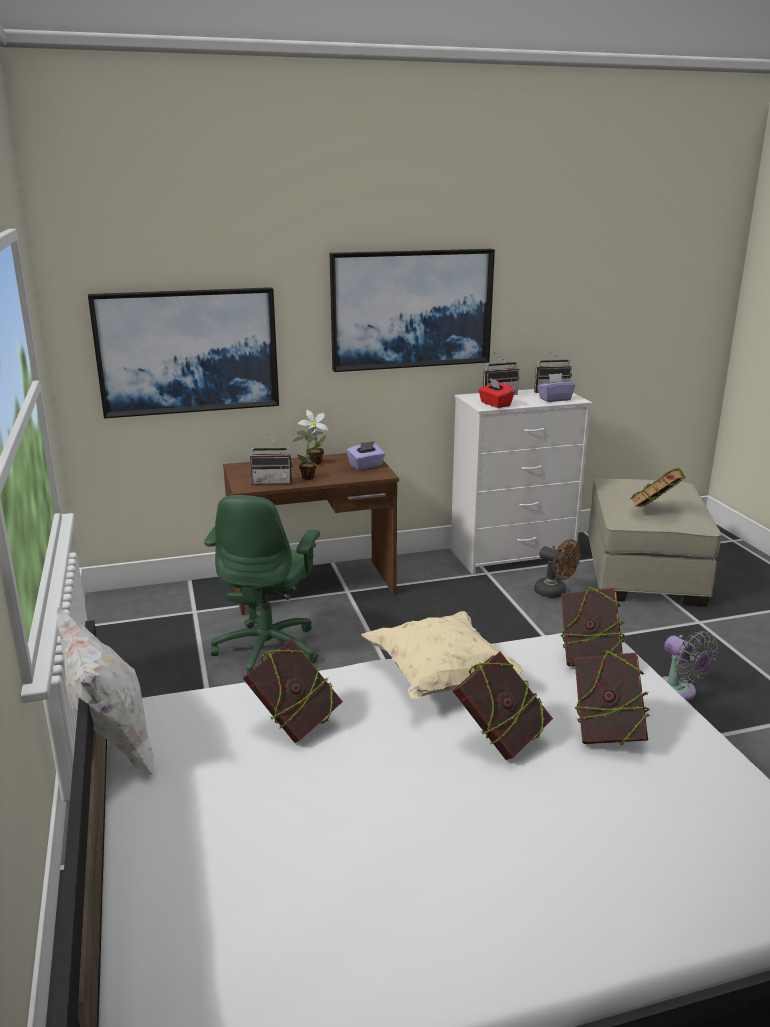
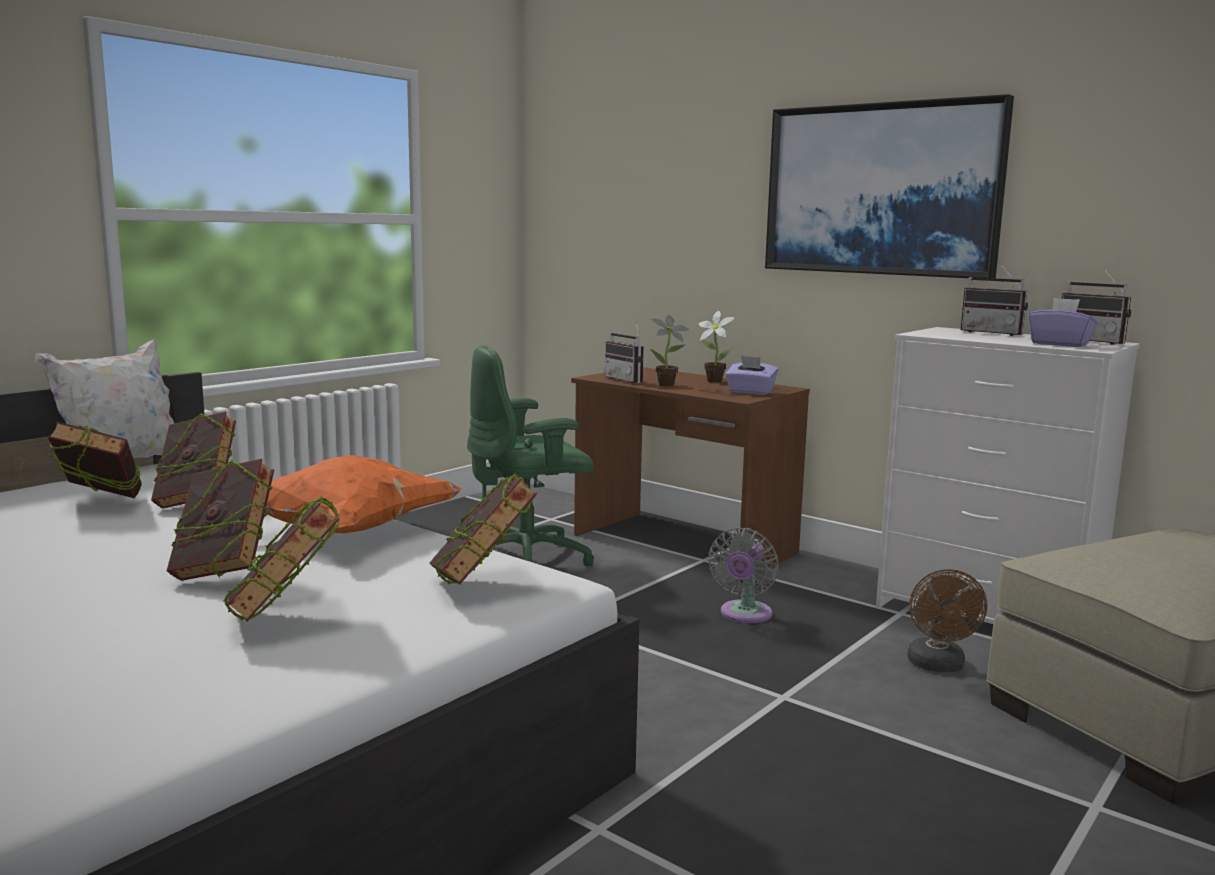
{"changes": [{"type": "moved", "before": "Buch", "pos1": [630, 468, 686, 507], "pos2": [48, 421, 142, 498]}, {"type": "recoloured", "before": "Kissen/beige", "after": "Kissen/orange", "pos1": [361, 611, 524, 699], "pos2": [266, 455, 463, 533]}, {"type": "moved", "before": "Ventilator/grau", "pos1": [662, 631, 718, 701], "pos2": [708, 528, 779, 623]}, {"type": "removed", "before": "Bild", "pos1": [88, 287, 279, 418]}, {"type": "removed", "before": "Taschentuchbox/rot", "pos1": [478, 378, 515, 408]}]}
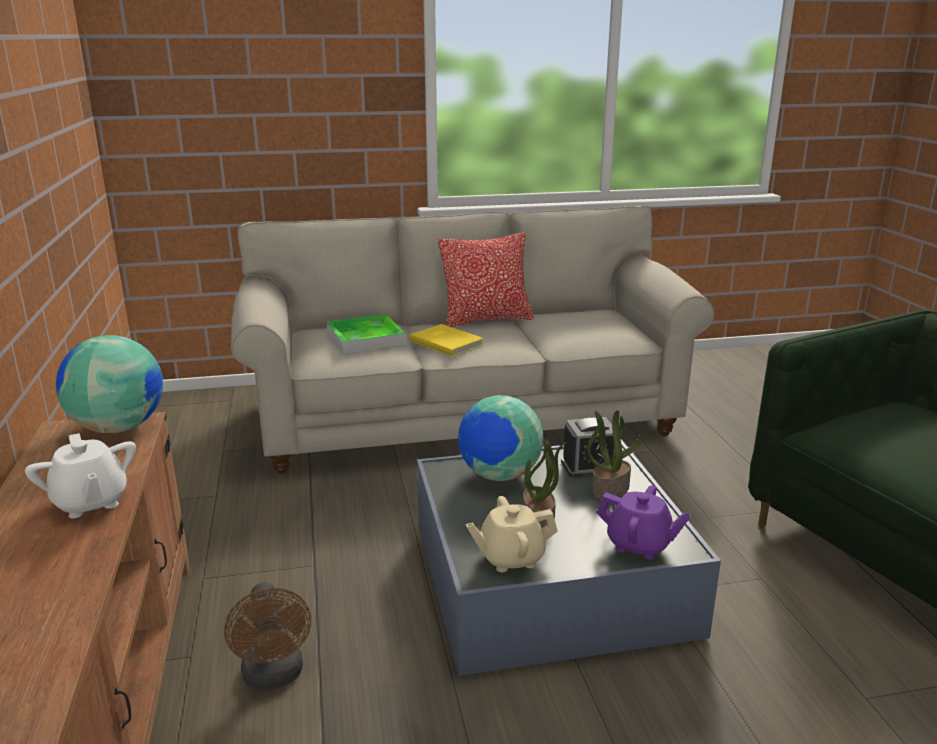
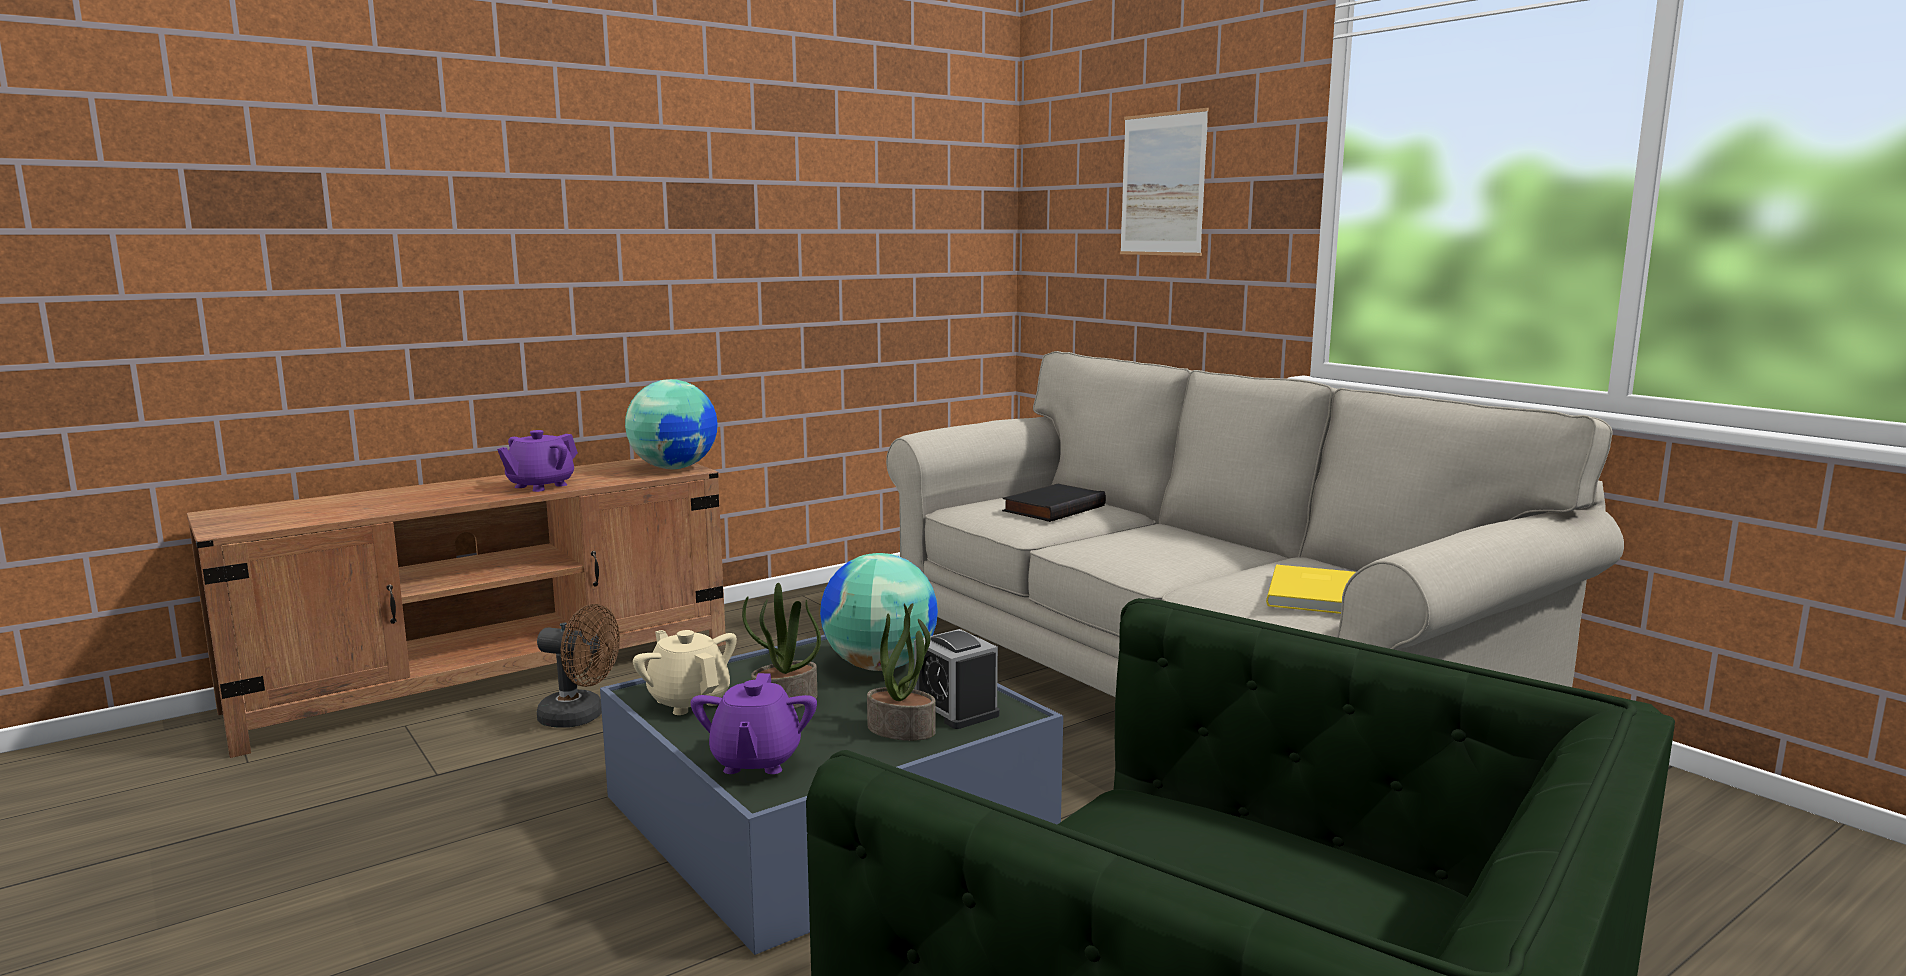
{"changes": [{"type": "recoloured", "before": "Teekanne/weiß", "after": "Teekanne/lila", "pos1": [25, 433, 136, 518], "pos2": [497, 430, 578, 492]}, {"type": "turned", "before": "Ventilator/braun", "pos1": [224, 582, 311, 690], "pos2": [537, 604, 620, 728], "turn": -120}, {"type": "replaced", "before": "Tablett", "after": "Buch/schwarz", "pos1": [327, 314, 406, 354], "pos2": [1002, 484, 1106, 522]}, {"type": "added", "after": "Bild", "pos2": [1120, 108, 1209, 256]}, {"type": "moved", "before": "Buch/gelb", "pos1": [409, 324, 484, 356], "pos2": [1266, 565, 1356, 614]}, {"type": "removed", "before": "Kissen", "pos1": [438, 232, 534, 327]}]}
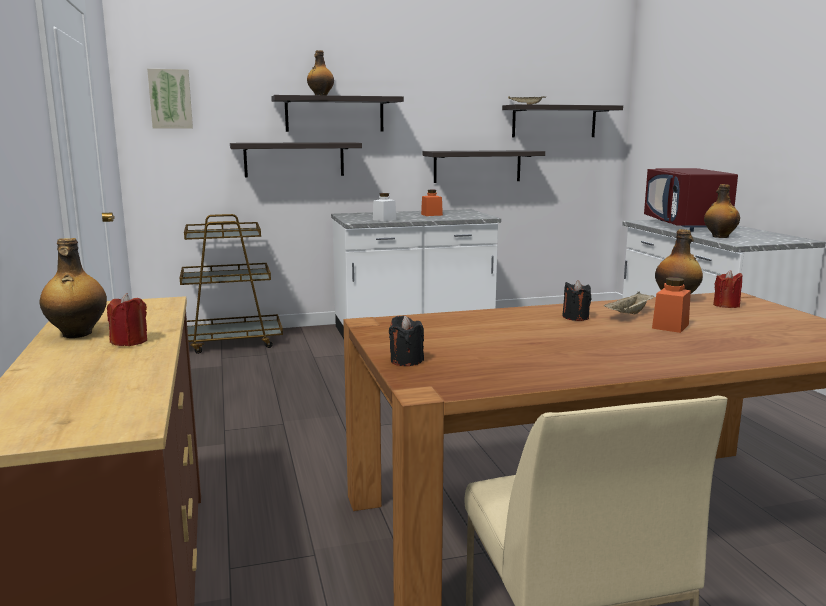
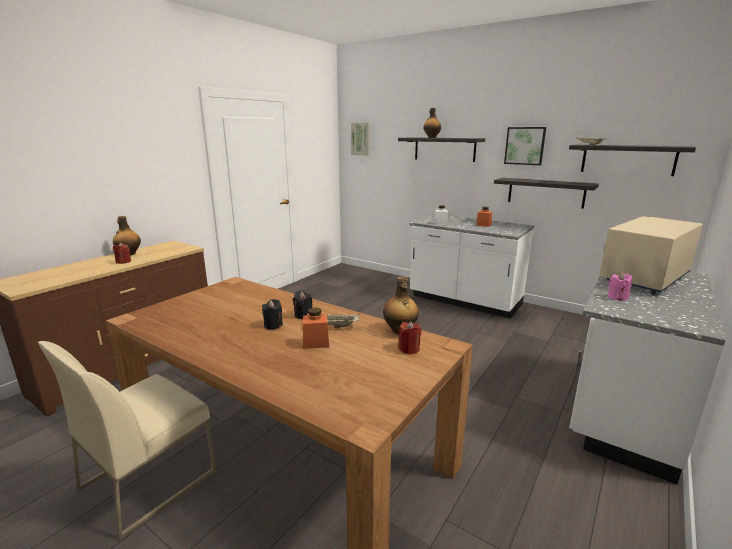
{"changes": [{"type": "moved", "before": "Kerze/schwarz", "pos1": [389, 315, 424, 366], "pos2": [262, 299, 283, 329]}, {"type": "added", "after": "Bild", "pos2": [504, 127, 546, 165]}, {"type": "recoloured", "before": "Mikrowelle/rot", "after": "Mikrowelle/beige", "pos1": [644, 168, 738, 232], "pos2": [599, 216, 703, 295]}, {"type": "replaced", "before": "Flasche", "after": "Kerze/rosa", "pos1": [704, 184, 740, 238], "pos2": [608, 272, 632, 301]}, {"type": "removed", "before": "Rollwagen/braun", "pos1": [180, 214, 283, 354]}, {"type": "removed", "before": "Wandregal", "pos1": [230, 142, 362, 177]}]}
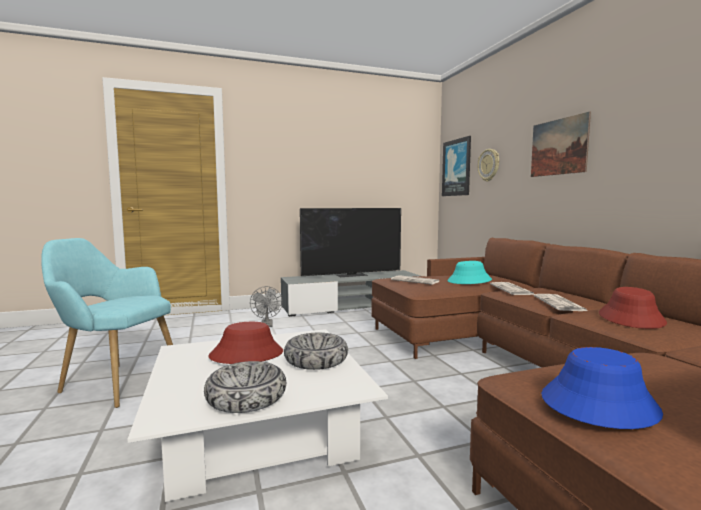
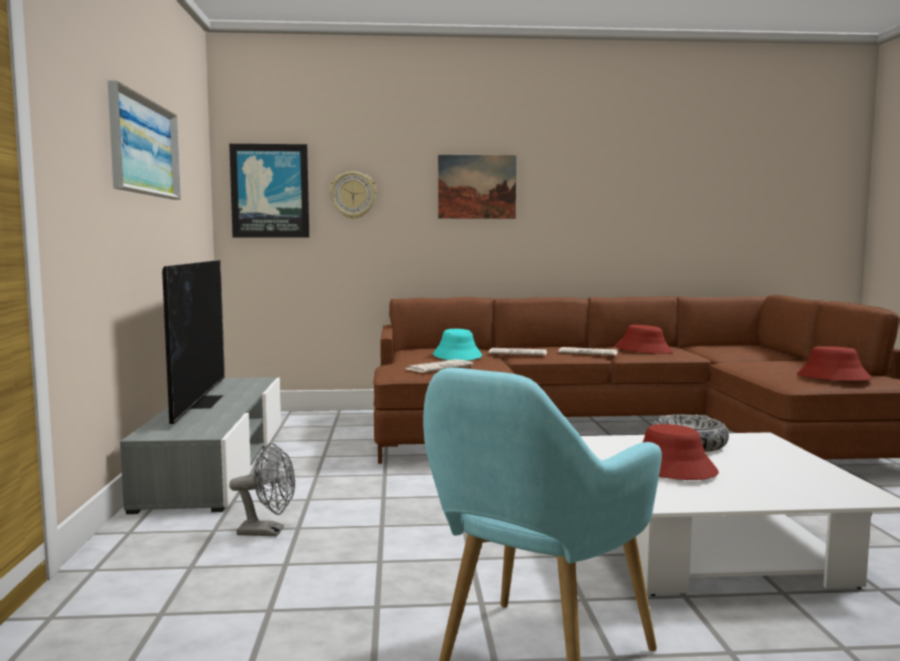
{"changes": [{"type": "added", "after": "Bild", "pos2": [108, 80, 181, 200]}, {"type": "recoloured", "before": "Hut/blau", "after": "Hut/rot", "pos1": [541, 347, 663, 429], "pos2": [797, 346, 872, 381]}, {"type": "removed", "before": "Schüssel", "pos1": [204, 361, 286, 413]}]}
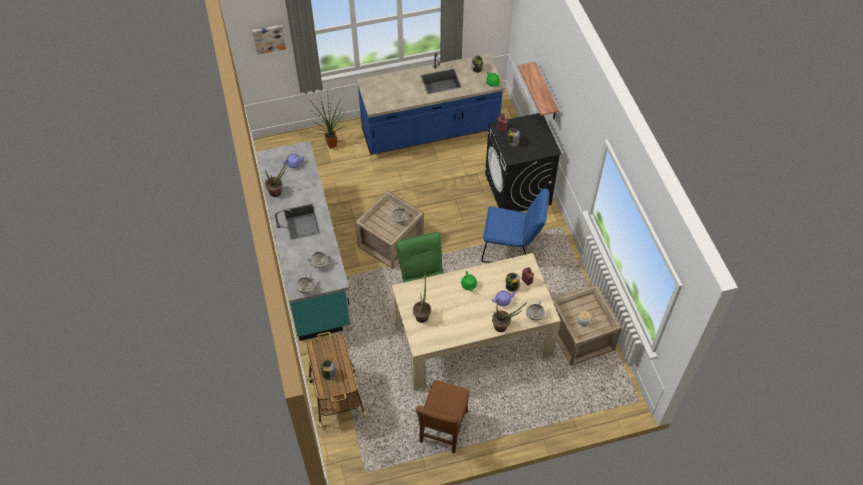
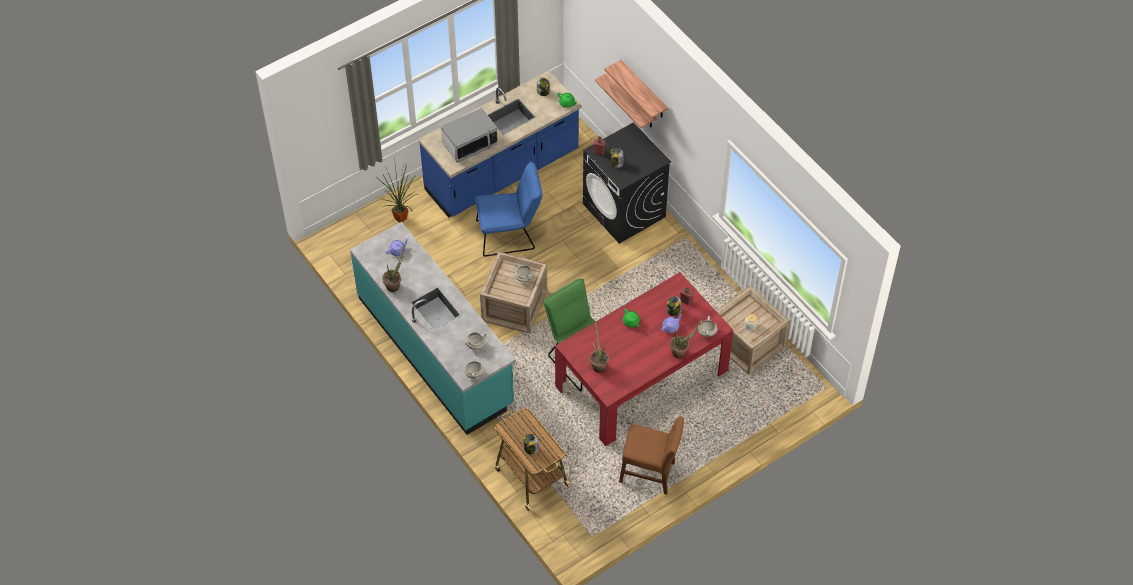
{"changes": [{"type": "added", "after": "Mikrowelle", "pos2": [441, 108, 498, 163]}, {"type": "moved", "before": "Stuhl/blau", "pos1": [481, 188, 549, 263], "pos2": [475, 161, 542, 257]}, {"type": "recoloured", "before": "Esstisch/beige", "after": "Esstisch/rot", "pos1": [392, 253, 561, 391], "pos2": [555, 272, 733, 446]}, {"type": "added", "after": "Wandregal", "pos2": [605, 60, 668, 118]}, {"type": "turned", "before": "Stuhl/braun", "pos1": [416, 380, 470, 454], "pos2": [619, 417, 684, 495], "turn": -75}, {"type": "removed", "before": "Bild", "pos1": [252, 25, 286, 55]}]}
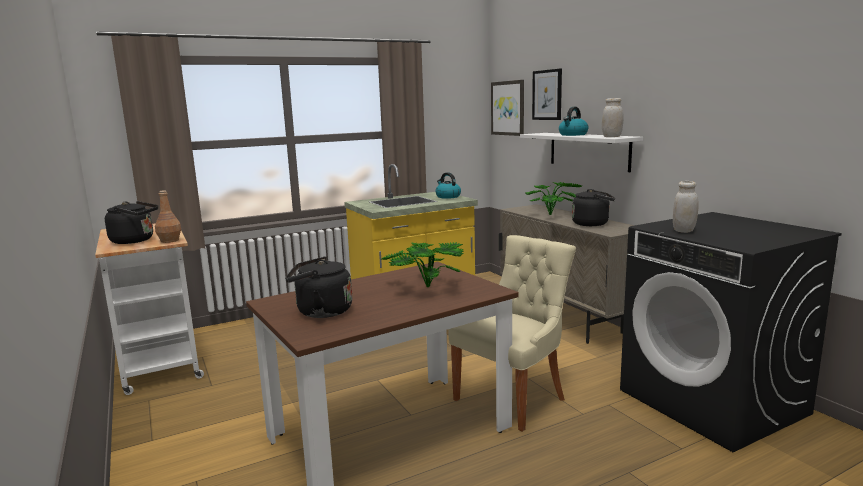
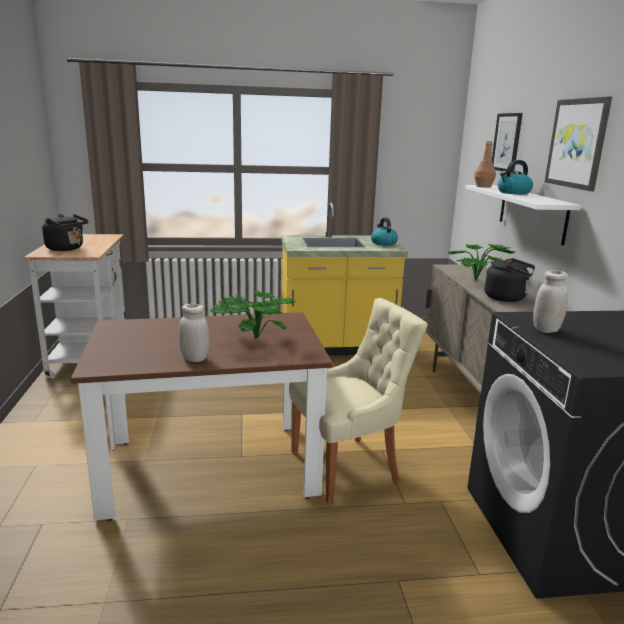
{"changes": [{"type": "moved", "before": "Vorratsglas/weiß", "pos1": [602, 98, 624, 137], "pos2": [179, 304, 209, 362]}, {"type": "moved", "before": "Flasche/braun", "pos1": [155, 190, 181, 243], "pos2": [474, 141, 496, 187]}, {"type": "moved", "before": "Bild", "pos1": [491, 80, 524, 136], "pos2": [545, 96, 612, 191]}, {"type": "removed", "before": "Wasserkessel/schwarz", "pos1": [285, 257, 352, 318]}]}
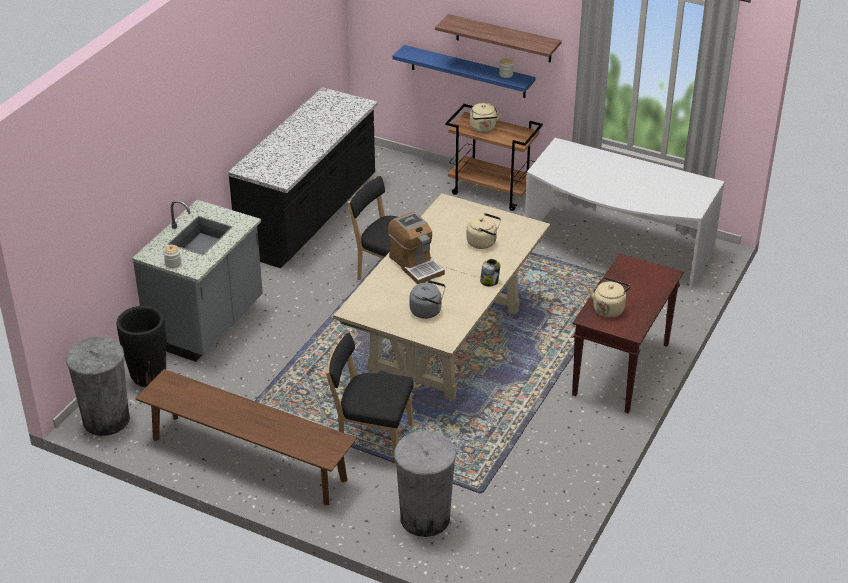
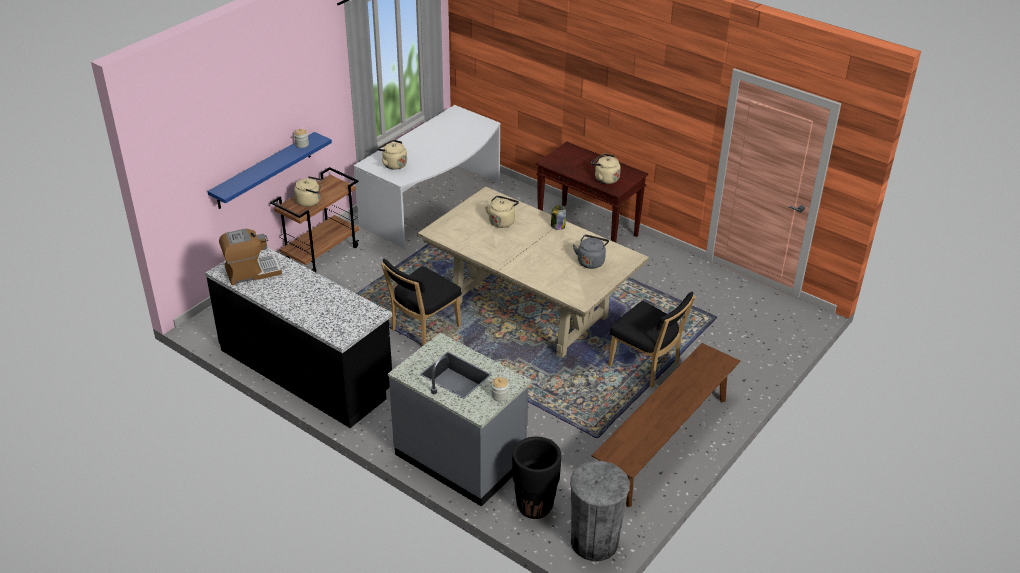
{"changes": [{"type": "moved", "before": "Kaffeemaschine", "pos1": [388, 212, 445, 284], "pos2": [219, 229, 282, 285]}, {"type": "added", "after": "Wasserkessel/beige", "pos2": [377, 140, 407, 170]}, {"type": "turned", "before": "Stuhl/schwarz", "pos1": [326, 332, 414, 464], "pos2": [608, 292, 696, 388], "turn": -75}, {"type": "removed", "before": "Mülleimer/grau", "pos1": [394, 431, 456, 537]}, {"type": "removed", "before": "Wandregal", "pos1": [435, 14, 562, 63]}]}
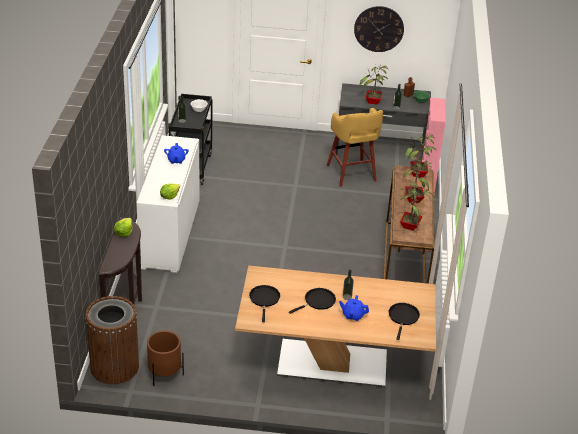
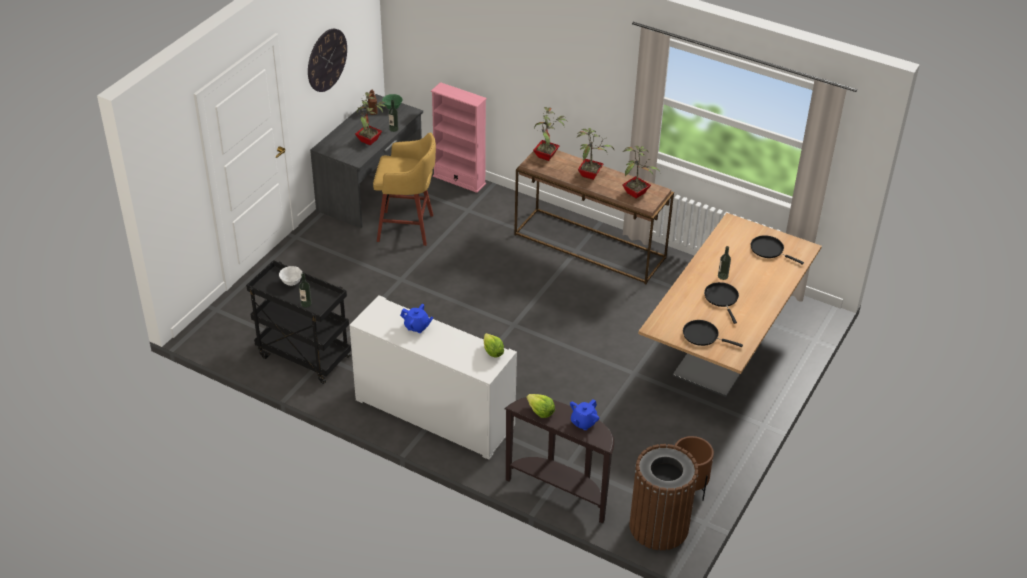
{"changes": [{"type": "moved", "before": "Teekanne/blau", "pos1": [339, 295, 369, 321], "pos2": [570, 399, 599, 430]}]}
